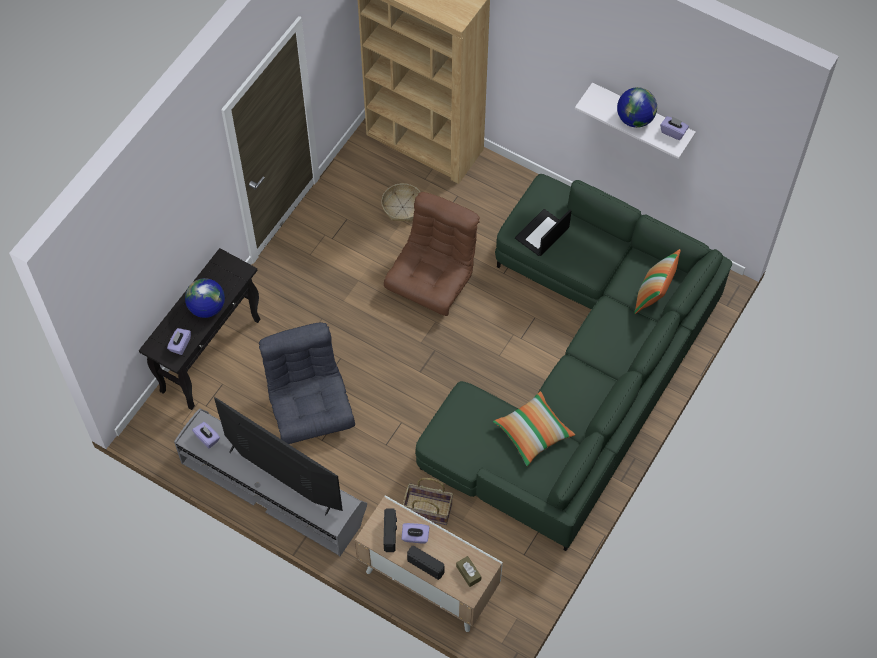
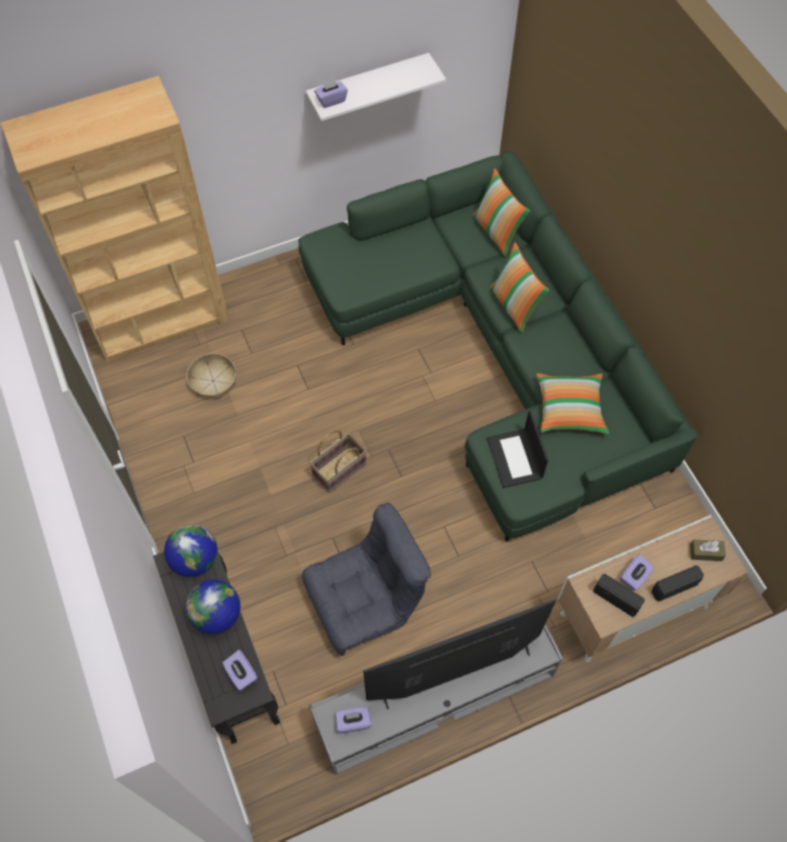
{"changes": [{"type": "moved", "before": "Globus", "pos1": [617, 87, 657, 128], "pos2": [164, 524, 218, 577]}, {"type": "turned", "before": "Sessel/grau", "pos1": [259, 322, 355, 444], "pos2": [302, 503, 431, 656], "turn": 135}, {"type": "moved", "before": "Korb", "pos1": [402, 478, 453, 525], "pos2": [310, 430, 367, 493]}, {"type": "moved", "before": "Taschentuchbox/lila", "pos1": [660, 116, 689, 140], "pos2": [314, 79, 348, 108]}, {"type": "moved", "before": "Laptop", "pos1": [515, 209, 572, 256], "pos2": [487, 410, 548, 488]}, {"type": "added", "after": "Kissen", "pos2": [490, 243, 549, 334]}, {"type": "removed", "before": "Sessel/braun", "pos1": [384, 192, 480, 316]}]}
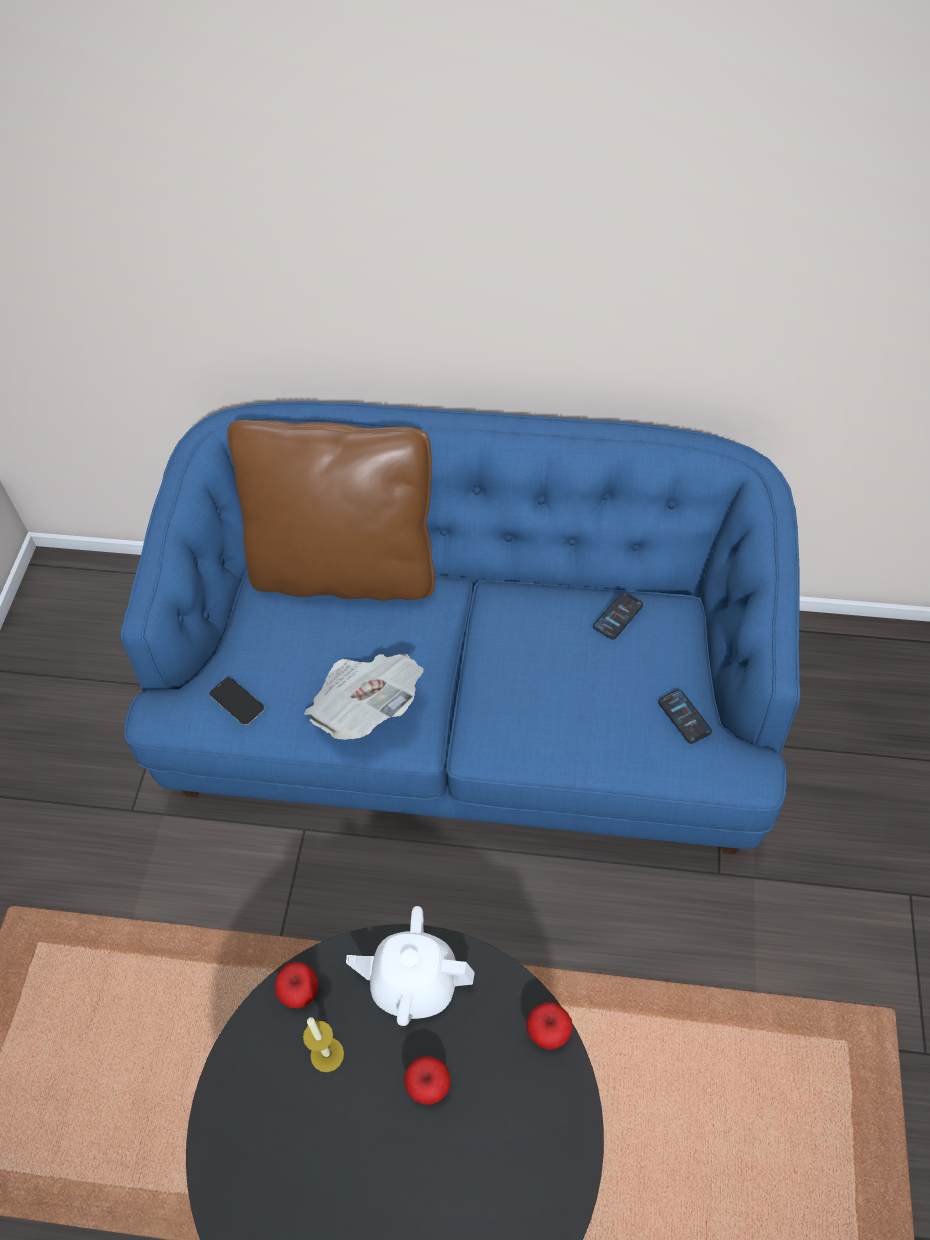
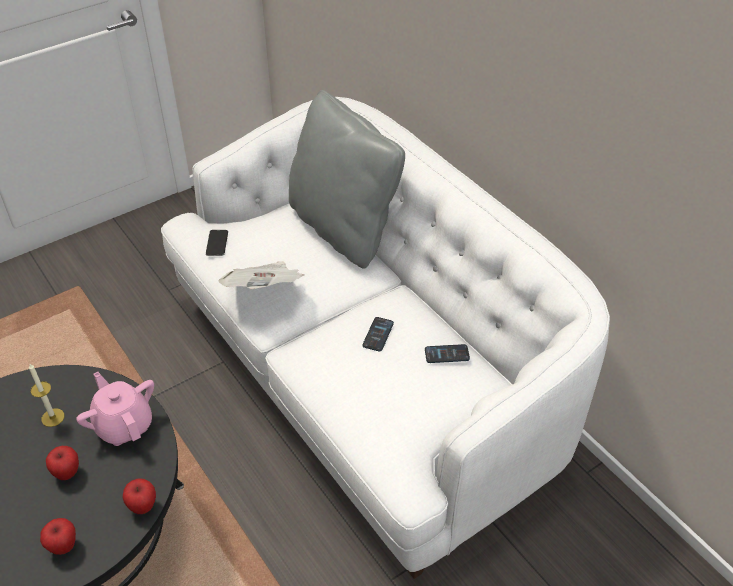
{"changes": [{"type": "moved", "before": "Apfel", "pos1": [275, 962, 318, 1008], "pos2": [40, 518, 76, 555]}, {"type": "recoloured", "before": "Teekanne/weiß", "after": "Teekanne/rosa", "pos1": [346, 906, 475, 1026], "pos2": [76, 372, 154, 446]}, {"type": "recoloured", "before": "Sofa/blau", "after": "Sofa/weiß", "pos1": [121, 402, 800, 854], "pos2": [161, 97, 610, 579]}, {"type": "recoloured", "before": "Kissen/braun", "after": "Kissen/grau", "pos1": [227, 420, 435, 601], "pos2": [289, 90, 405, 269]}, {"type": "moved", "before": "Handy", "pos1": [658, 689, 712, 744], "pos2": [363, 317, 394, 351]}]}
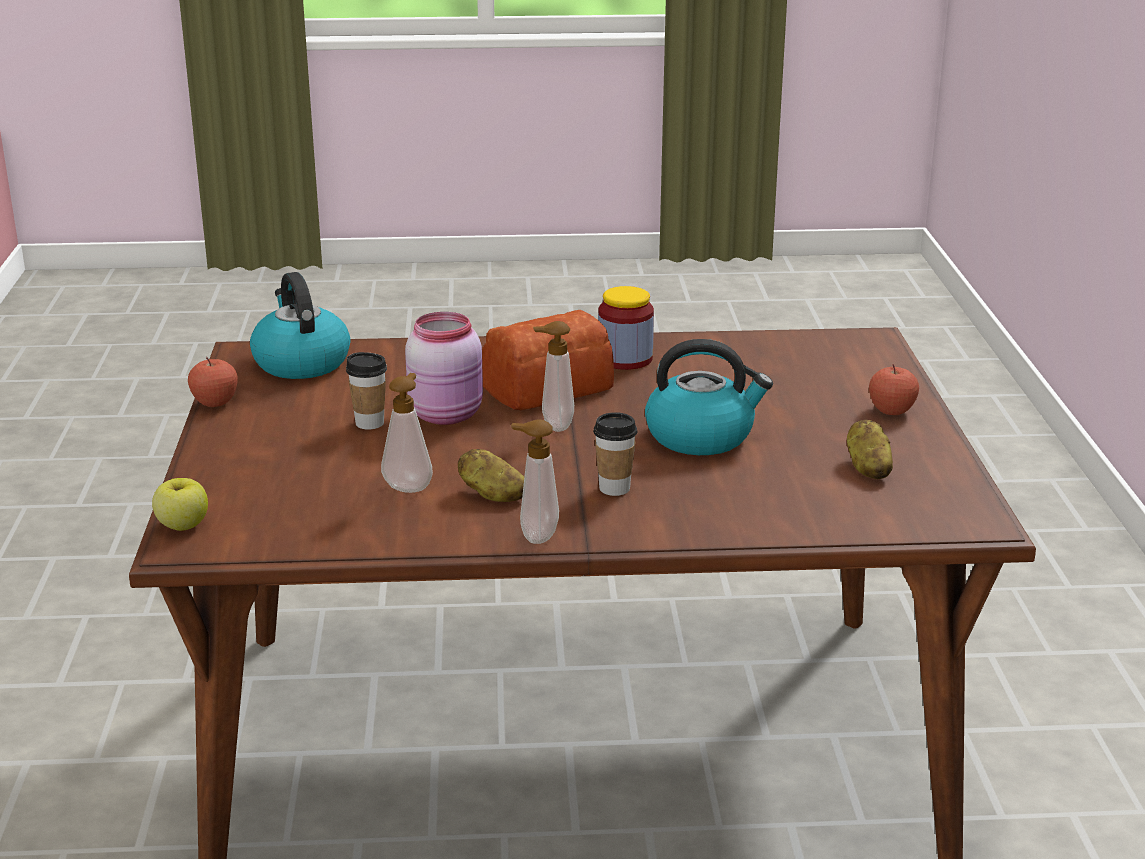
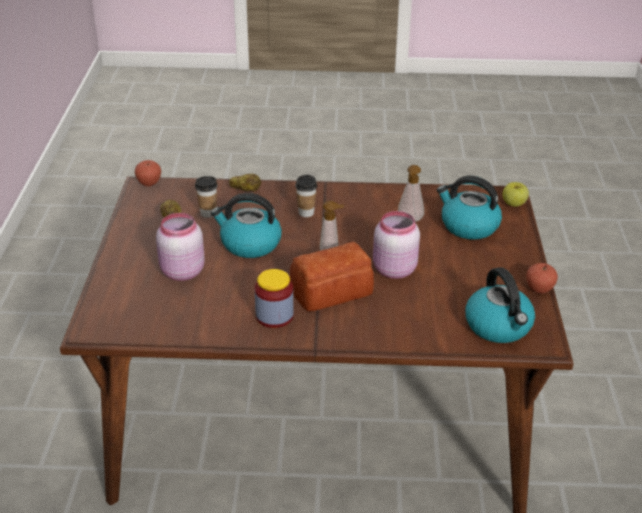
{"changes": [{"type": "moved", "before": "Apfel", "pos1": [869, 364, 919, 415], "pos2": [135, 160, 161, 186]}, {"type": "added", "after": "Vorratsglas/rosa", "pos2": [156, 213, 205, 281]}, {"type": "moved", "before": "Tasse", "pos1": [346, 352, 387, 430], "pos2": [195, 176, 217, 218]}, {"type": "moved", "before": "Kartoffel", "pos1": [458, 449, 524, 502], "pos2": [229, 174, 261, 192]}, {"type": "added", "after": "Wasserkessel", "pos2": [437, 176, 502, 240]}, {"type": "removed", "before": "Seifenspender", "pos1": [511, 420, 559, 544]}]}
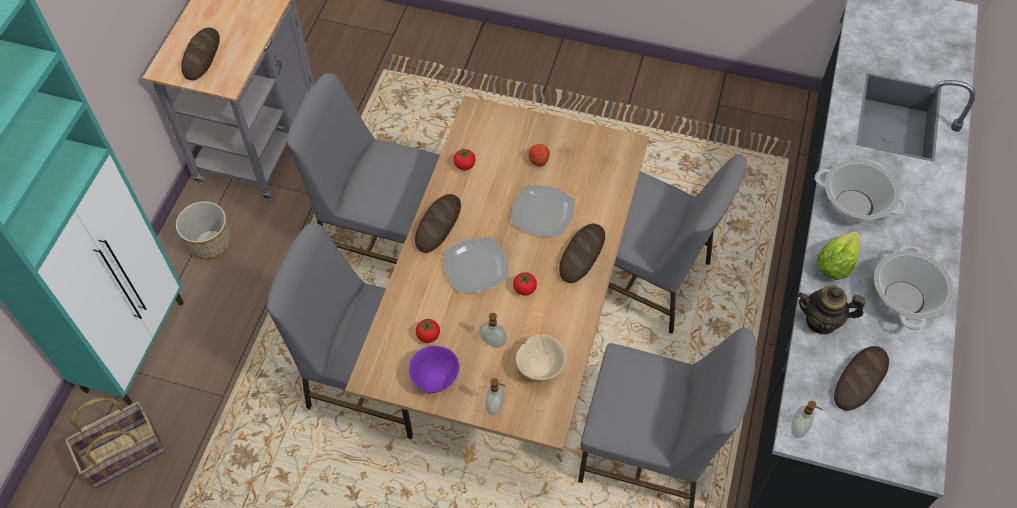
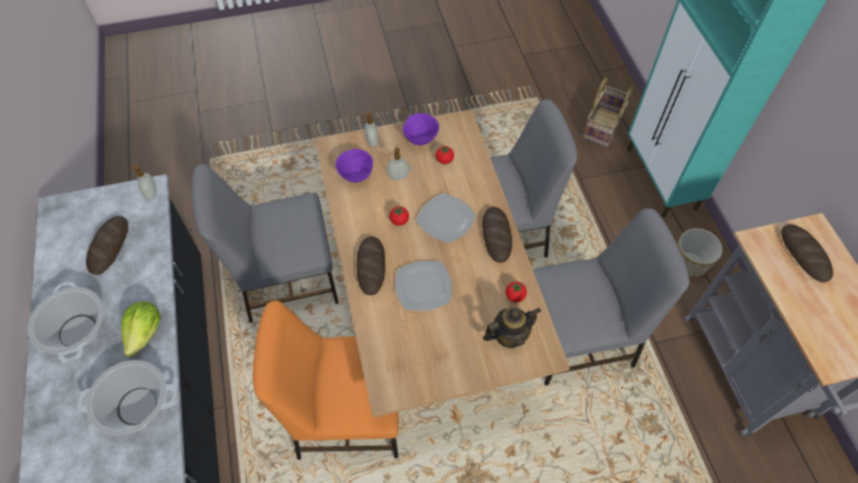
{"changes": [{"type": "recoloured", "before": "Stuhl/grau", "after": "Stuhl/orange", "pos1": [608, 154, 747, 334], "pos2": [253, 300, 399, 460]}, {"type": "recoloured", "before": "Schüssel/beige", "after": "Schüssel/lila", "pos1": [516, 335, 566, 381], "pos2": [335, 149, 373, 182]}, {"type": "moved", "before": "Teekanne", "pos1": [798, 286, 865, 335], "pos2": [483, 307, 541, 348]}, {"type": "removed", "before": "Apfel", "pos1": [529, 144, 550, 167]}]}
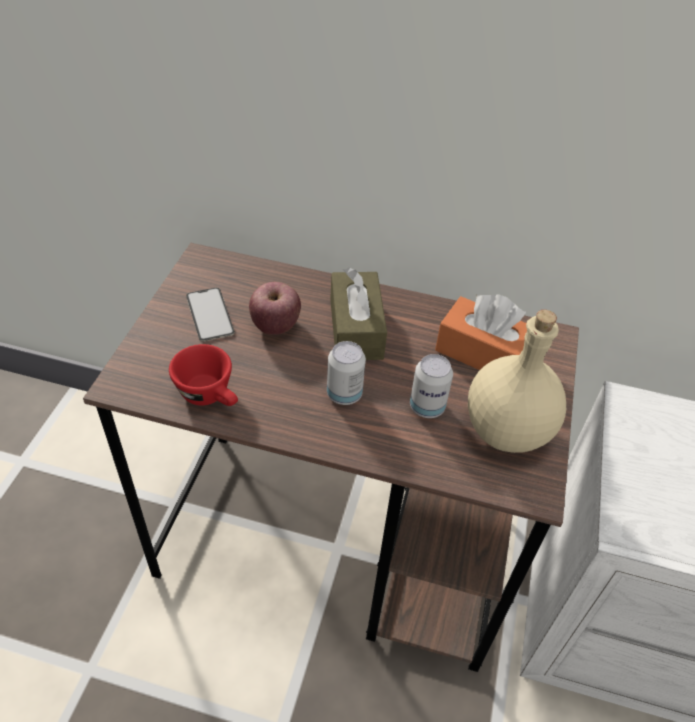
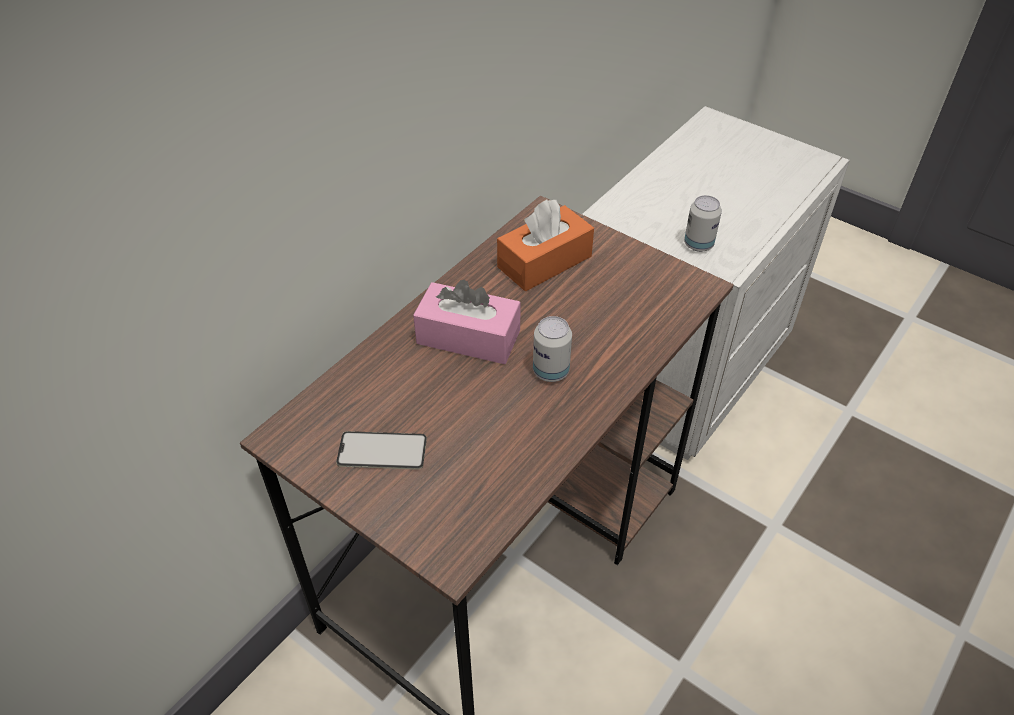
{"changes": [{"type": "recoloured", "before": "Taschentuchbox/braun", "after": "Taschentuchbox/rosa", "pos1": [330, 268, 387, 360], "pos2": [413, 280, 521, 364]}, {"type": "moved", "before": "Dose", "pos1": [410, 354, 453, 418], "pos2": [684, 195, 722, 252]}, {"type": "removed", "before": "Tasse/rot", "pos1": [169, 344, 238, 406]}, {"type": "removed", "before": "Apfel", "pos1": [249, 282, 301, 335]}, {"type": "removed", "before": "Flasche/beige", "pos1": [468, 310, 566, 453]}]}
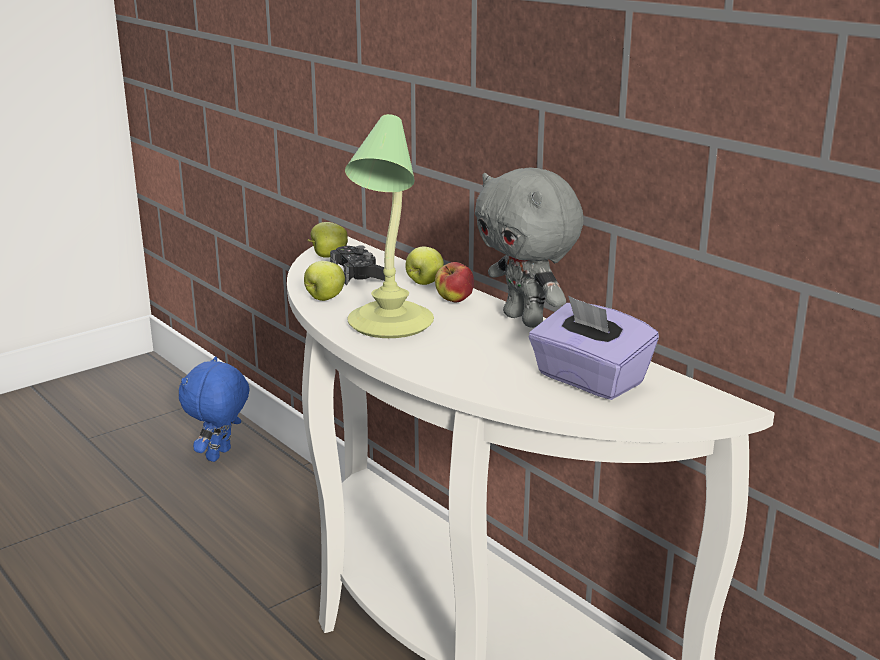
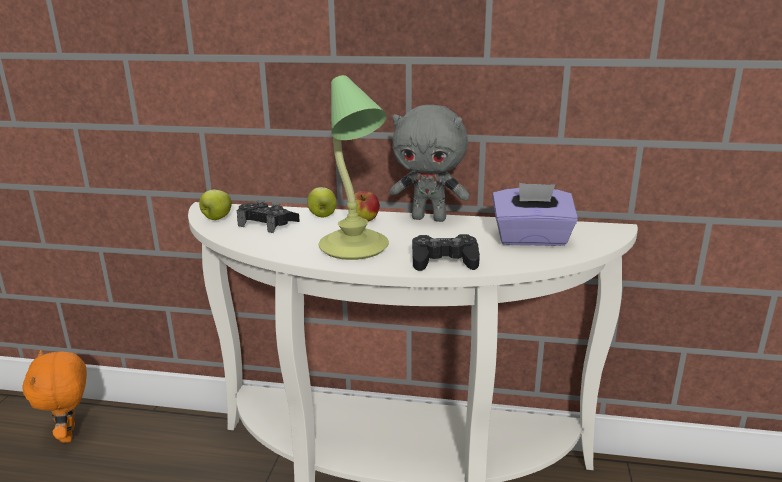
{"changes": [{"type": "recoloured", "before": "Plüschtier/blau", "after": "Plüschtier/orange", "pos1": [179, 356, 250, 462], "pos2": [22, 350, 87, 443]}, {"type": "added", "after": "Gamepad/schwarz", "pos2": [412, 234, 480, 271]}, {"type": "removed", "before": "Apfel", "pos1": [304, 261, 345, 301]}]}
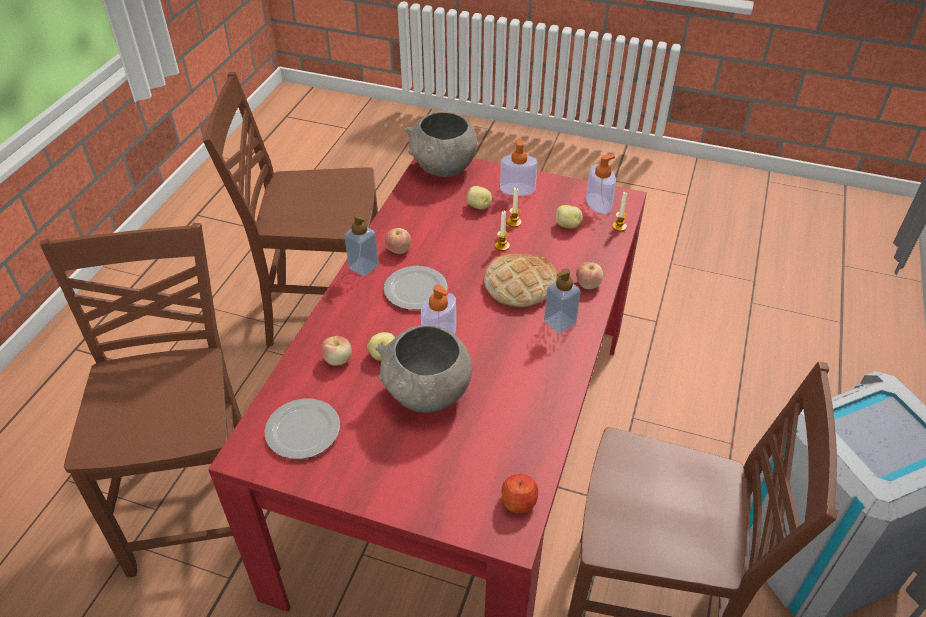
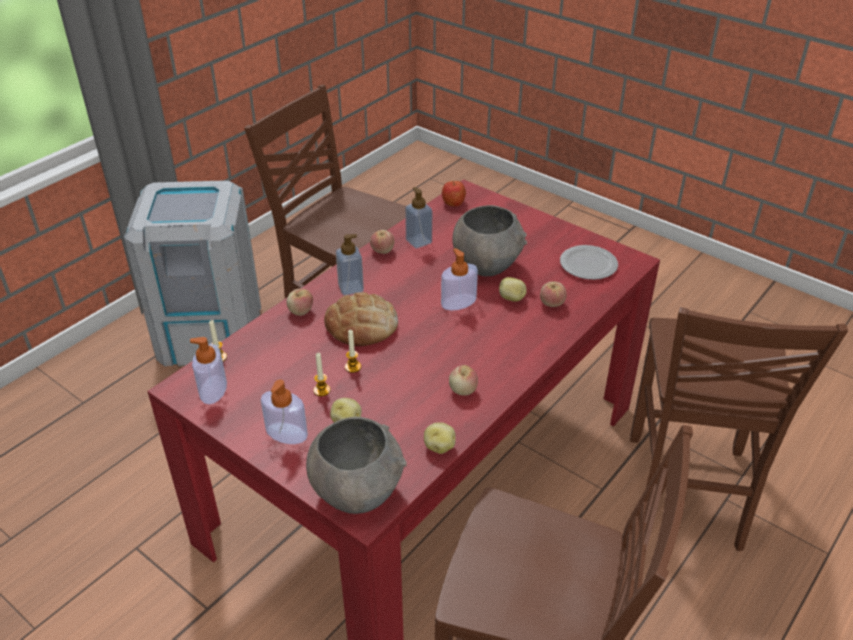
{"changes": [{"type": "added", "after": "Apfel", "pos2": [370, 230, 394, 254]}, {"type": "moved", "before": "Seifenspender", "pos1": [344, 214, 379, 276], "pos2": [405, 187, 432, 248]}, {"type": "moved", "before": "Kartoffel", "pos1": [555, 205, 583, 228], "pos2": [424, 422, 456, 454]}, {"type": "removed", "before": "Teller", "pos1": [384, 266, 448, 310]}]}
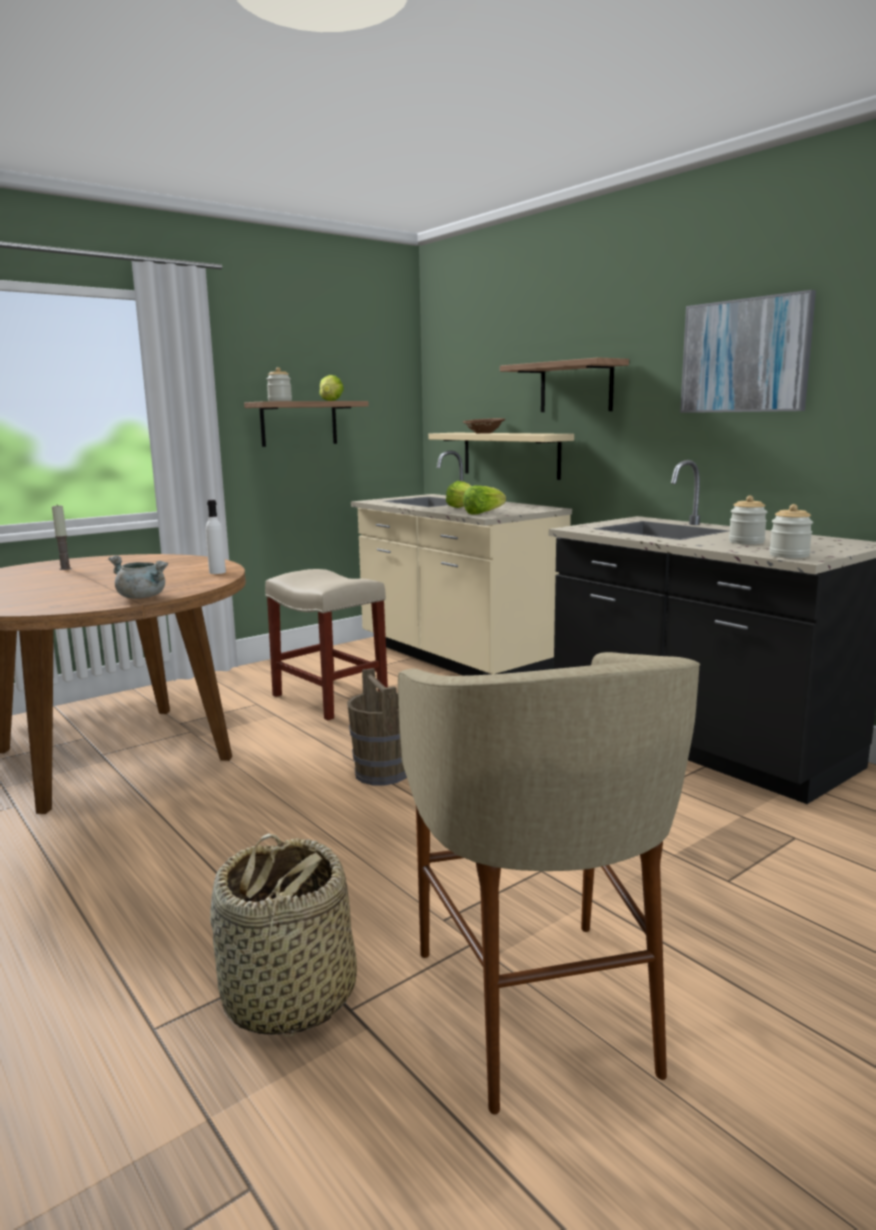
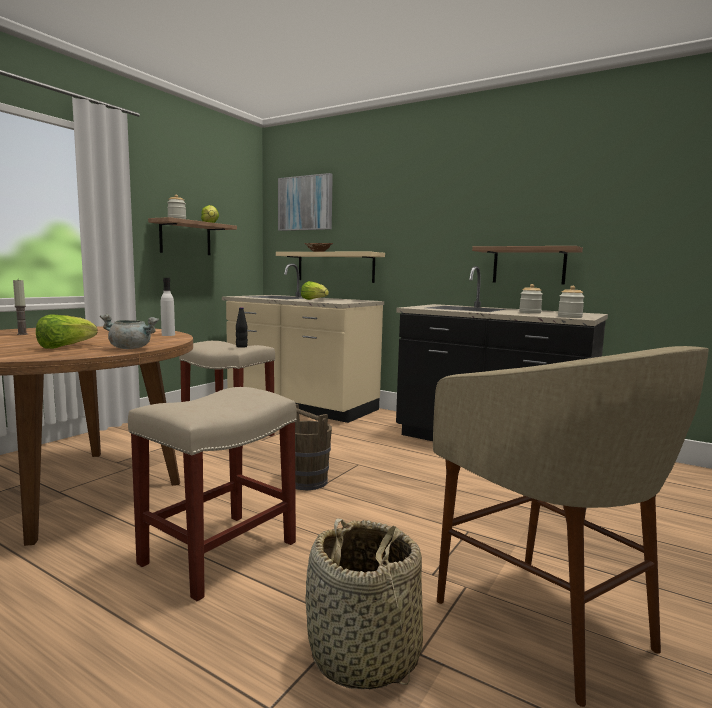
{"changes": [{"type": "moved", "before": "Salatkopf", "pos1": [463, 485, 506, 515], "pos2": [36, 315, 98, 349]}, {"type": "added", "after": "Hocker/beige", "pos2": [128, 387, 297, 601]}, {"type": "added", "after": "Flasche/schwarz", "pos2": [236, 307, 248, 348]}, {"type": "moved", "before": "Bild", "pos1": [680, 290, 816, 413], "pos2": [278, 173, 333, 231]}, {"type": "moved", "before": "Wandregal", "pos1": [500, 357, 629, 412], "pos2": [472, 246, 583, 285]}]}
